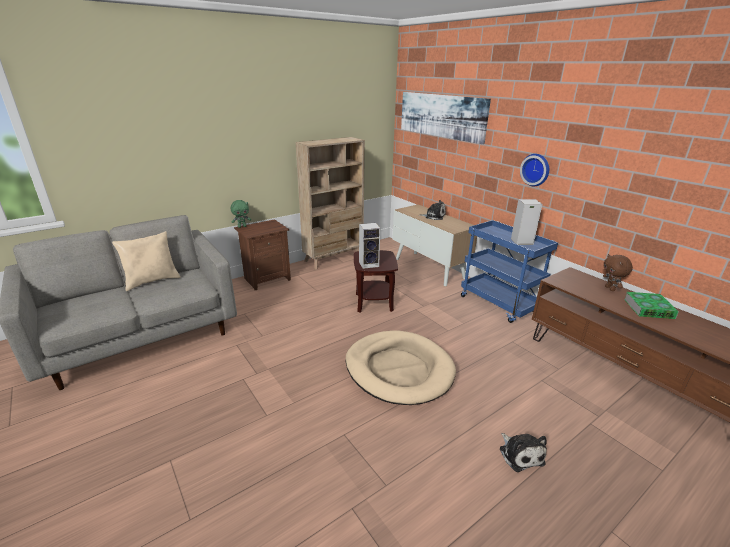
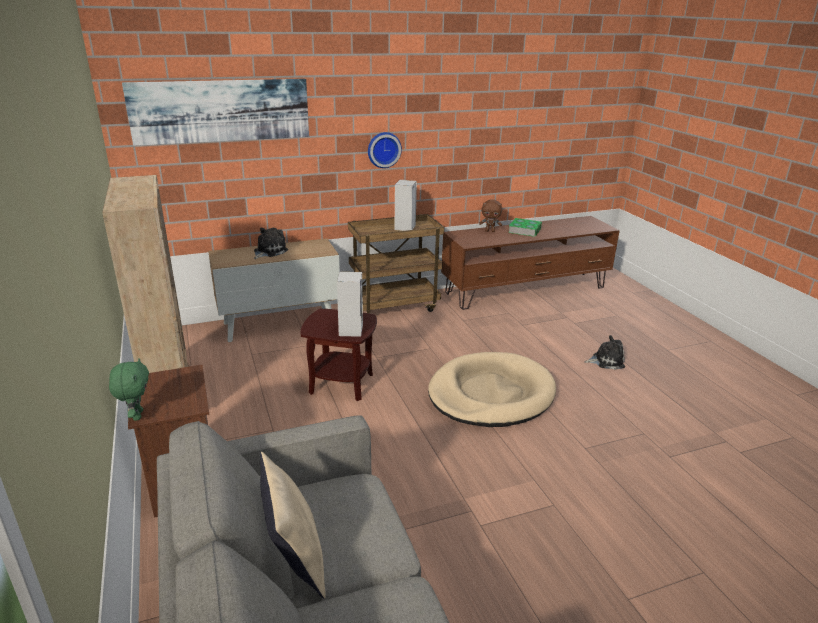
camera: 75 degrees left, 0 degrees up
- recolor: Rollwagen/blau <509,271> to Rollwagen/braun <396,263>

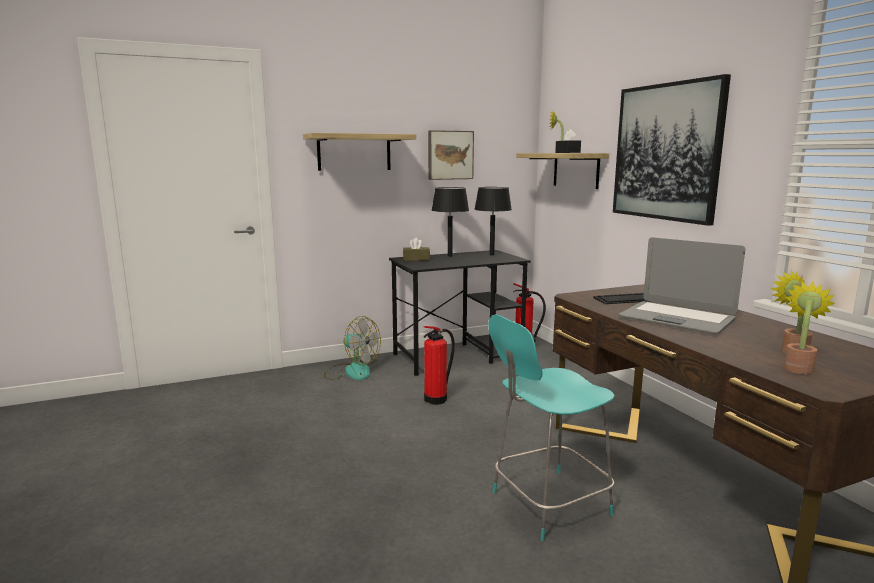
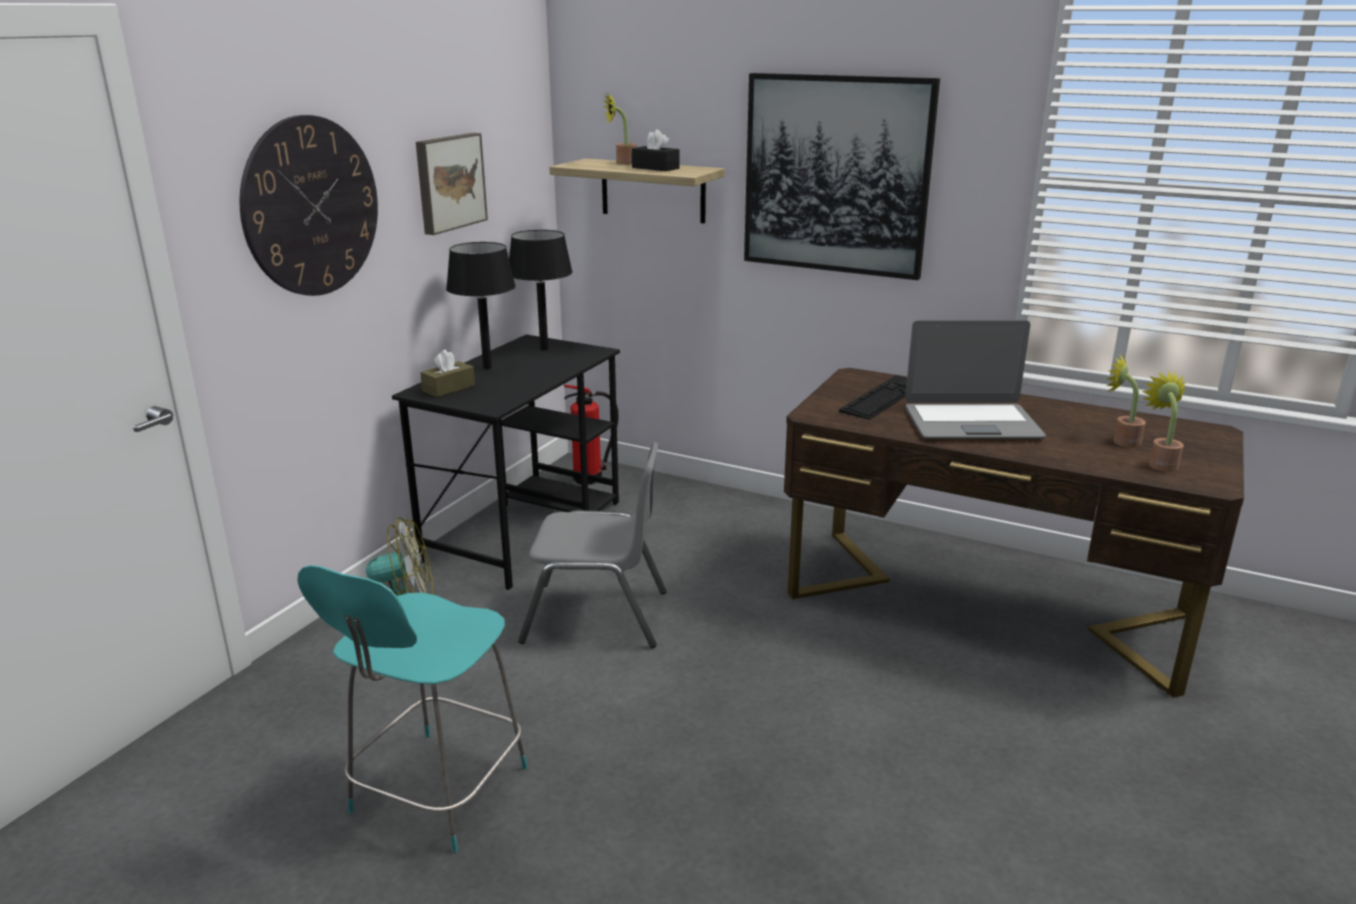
camera: 40 degrees left, 10 degrees up
- replace: Wandregal <359,152> to Wanduhr <309,205>
- move: Stuhl/türkis <551,427> to <412,709>
- replace: Feuerlöscher <439,365> to Stuhl/grau <592,545>

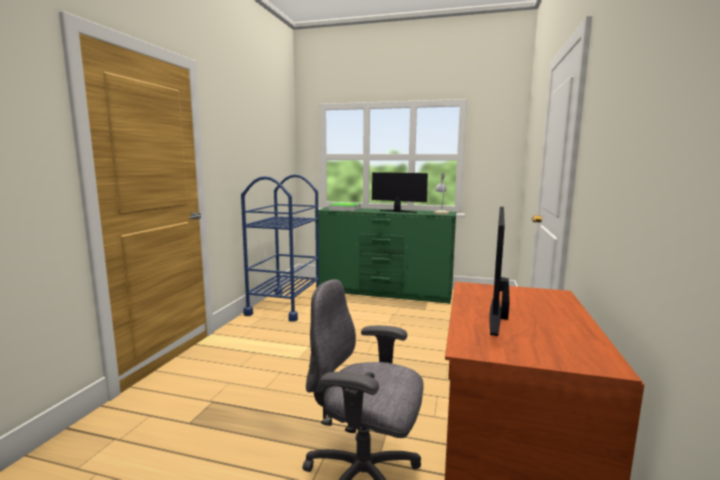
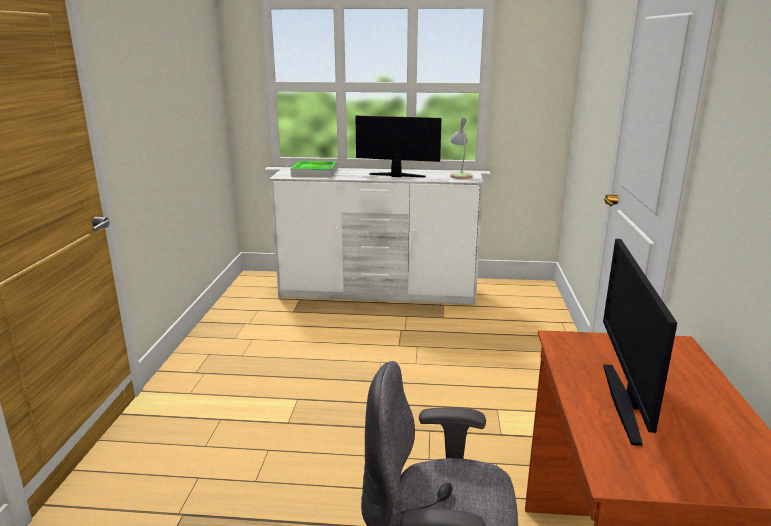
camera: 10 degrees left, 10 degrees up
- delete: Rollwagen/blau <280,247>
- recolor: Kommode/grün <386,255> to Kommode/weiß <376,236>

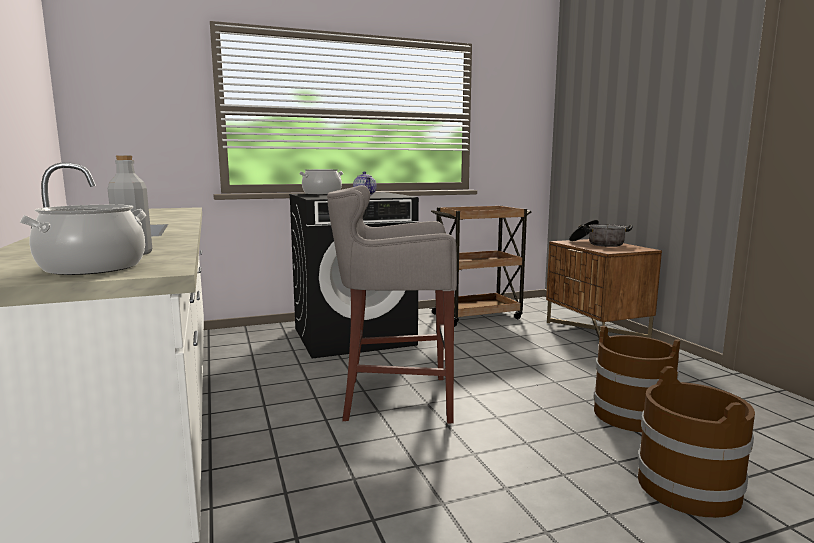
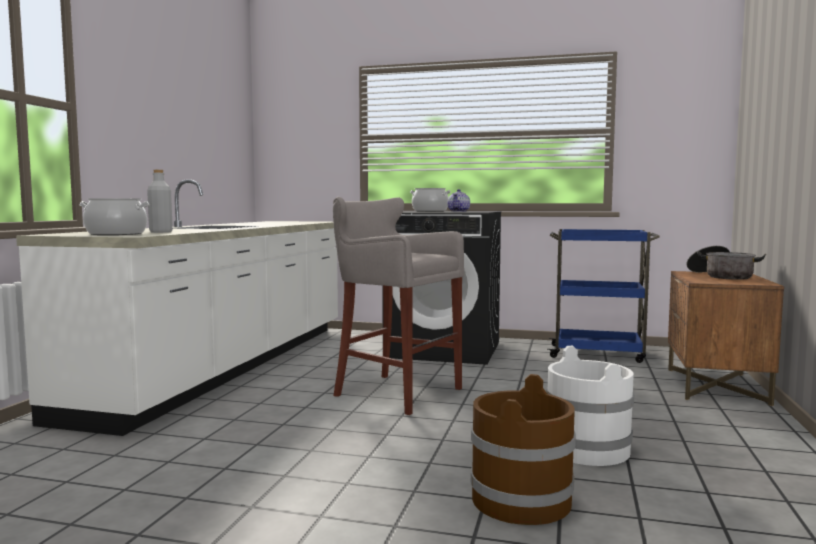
camera: 35 degrees right, 5 degrees down
- recolor: Rollwagen/braun <481,266> to Rollwagen/blau <603,296>
- recolor: Eimer/braun <636,379> to Eimer/weiß <590,406>

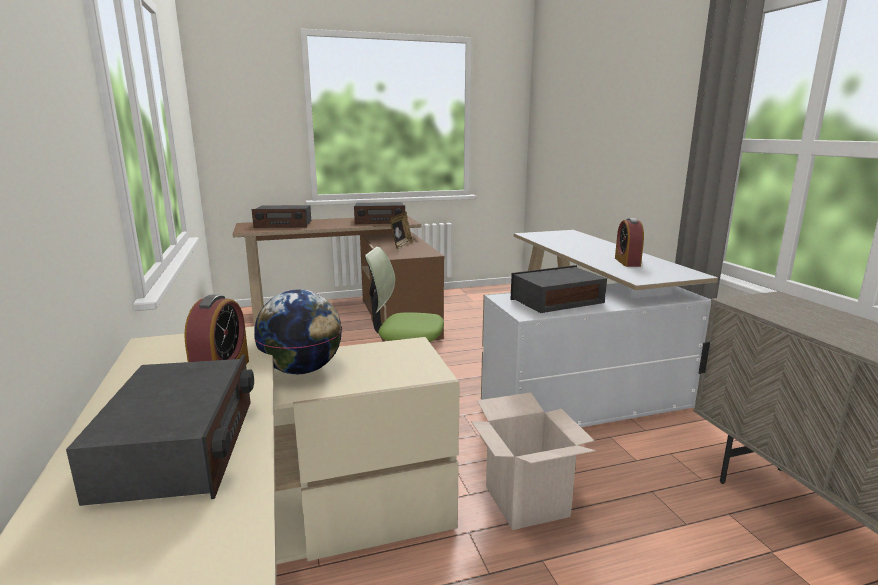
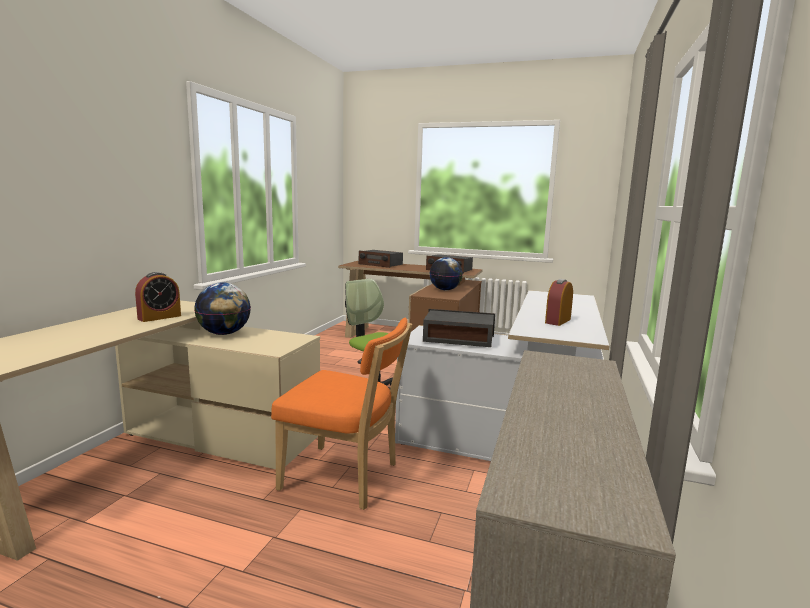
camera: 35 degrees right, 5 degrees down
- replace: Bilderrahmen <402,231> to Globus <446,273>
- delete: Radio <160,430>
- replace: Karton <533,461> to Stuhl/orange <341,414>

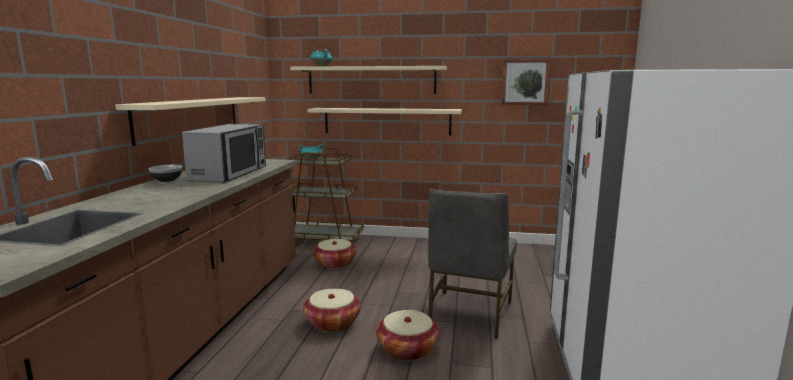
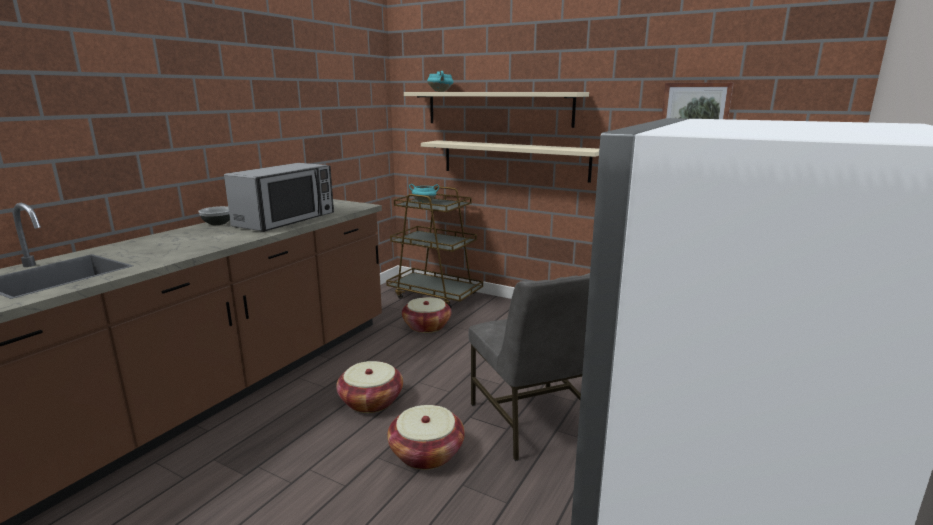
camera: 20 degrees right, 5 degrees up
- delete: Wandregal/beige <190,121>
- rotate: Stuhl/grau <472,264> = <529,367> 60 degrees counterclockwise

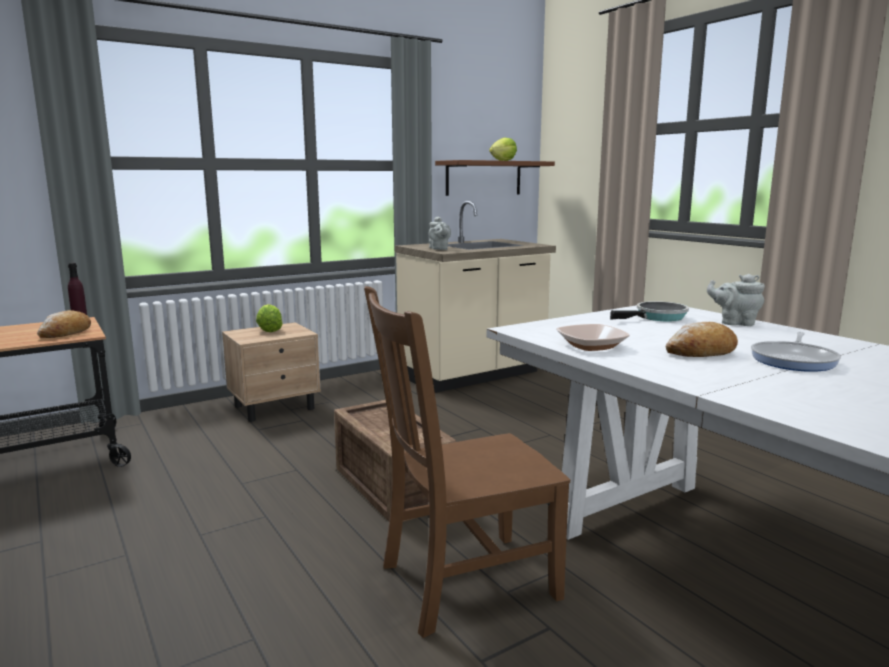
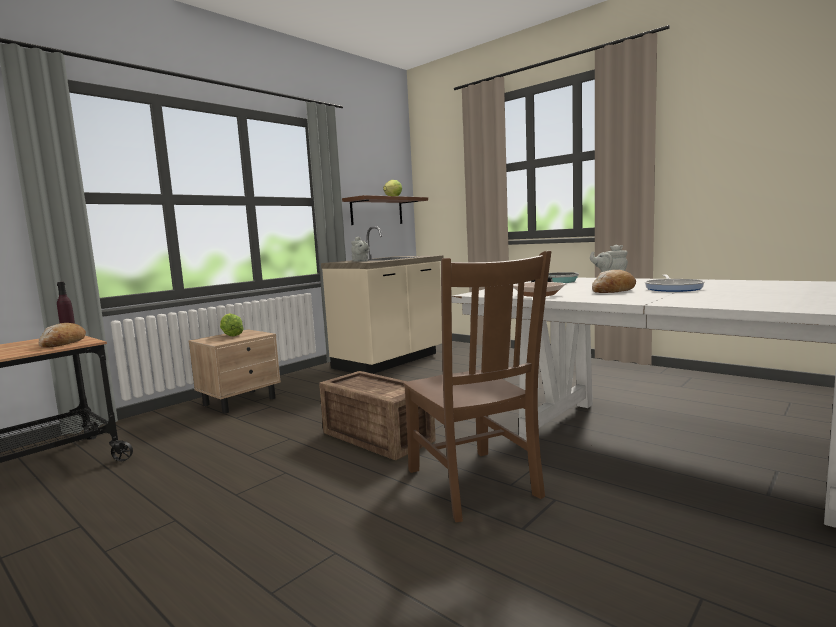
camera: 15 degrees left, 5 degrees down
- rotate: Stuhl/braun <467,462> = <477,386> 75 degrees counterclockwise

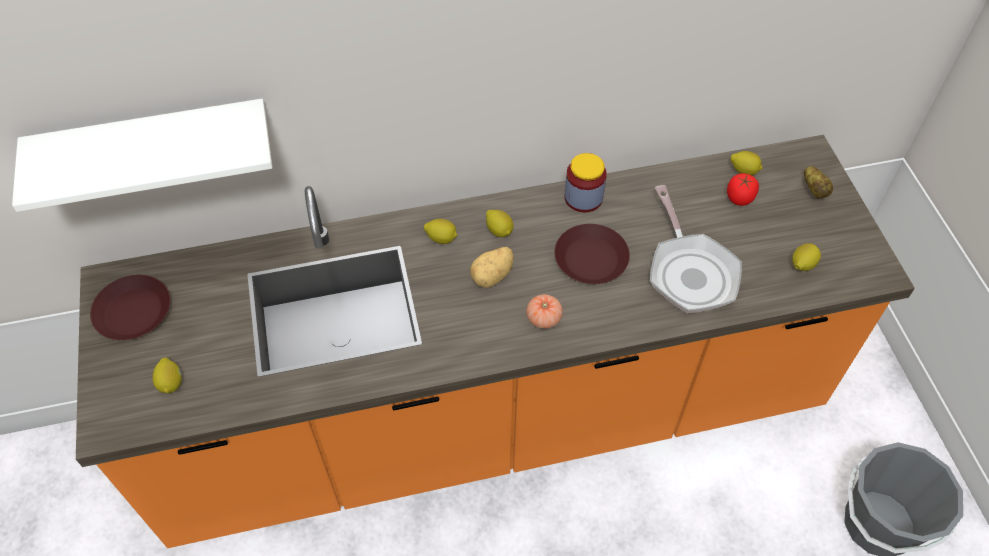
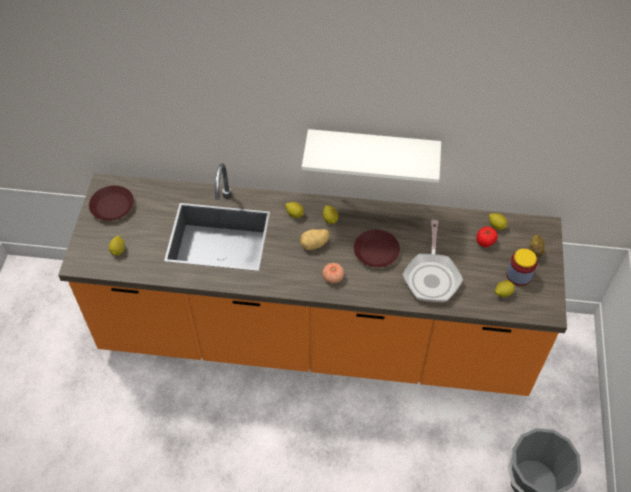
camera: 20 degrees right, 0 degrees up
- move: Wandregal/weiß <142,155> to <371,156>
- move: Vorratsglas <586,182> to <521,267>

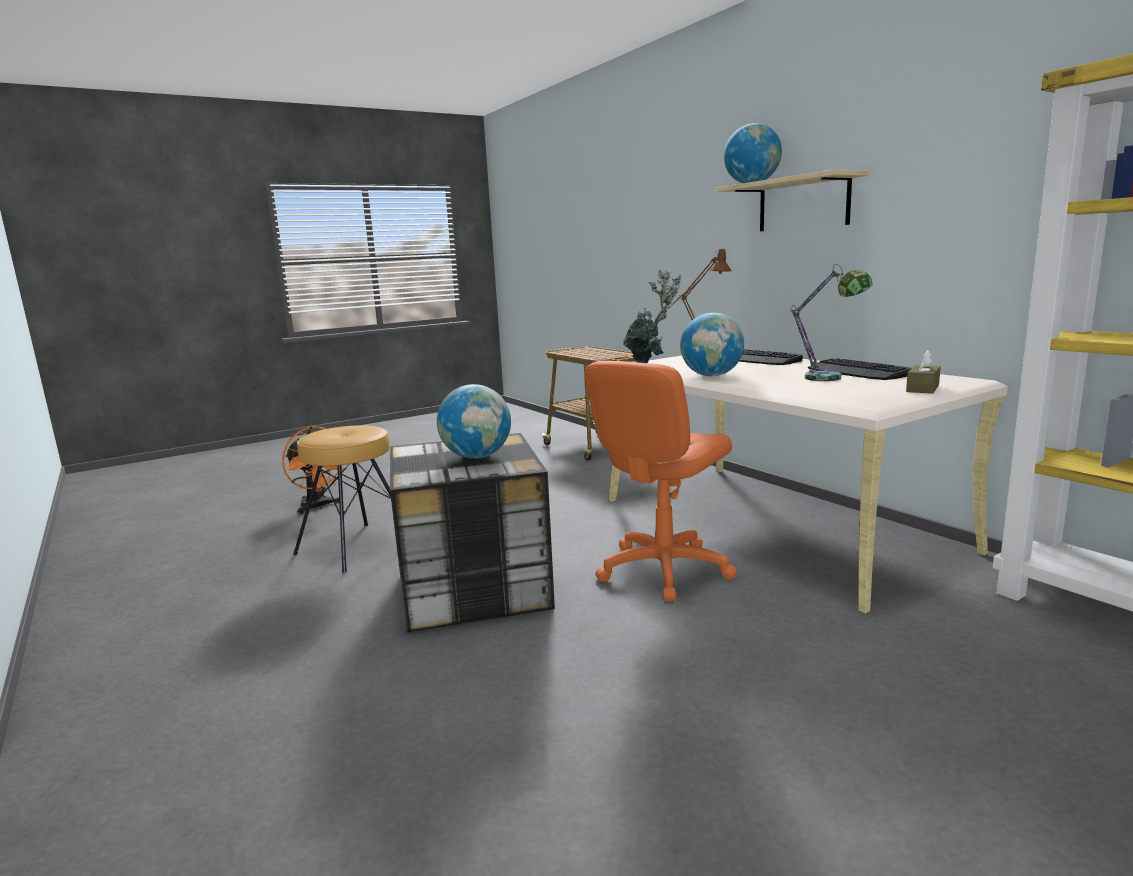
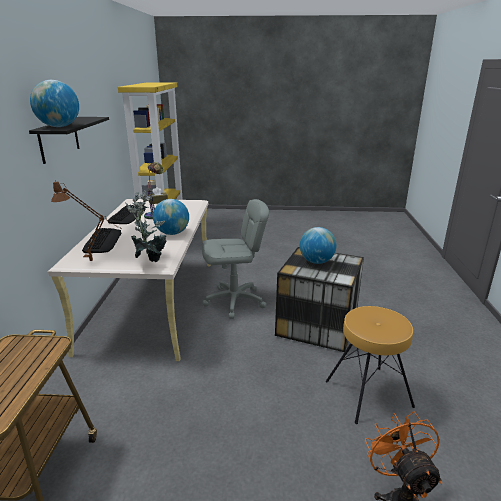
camera: 145 degrees left, 10 degrees up
- recolor: Wandregal/beige <793,200> to Wandregal/schwarz <69,140>
- recolor: Bürostuhl/orange <660,481> to Bürostuhl/grau <235,259>

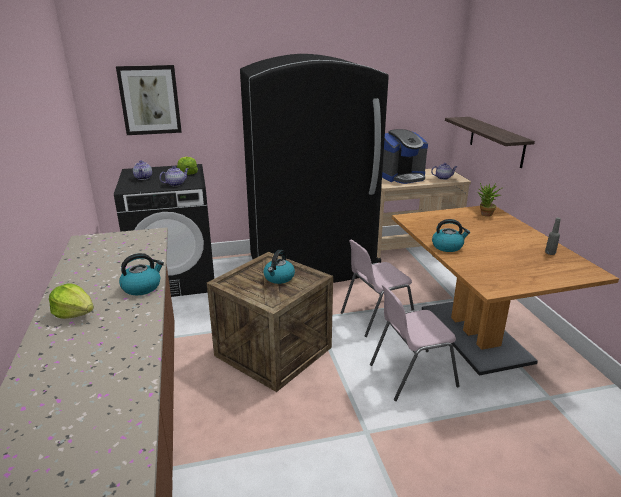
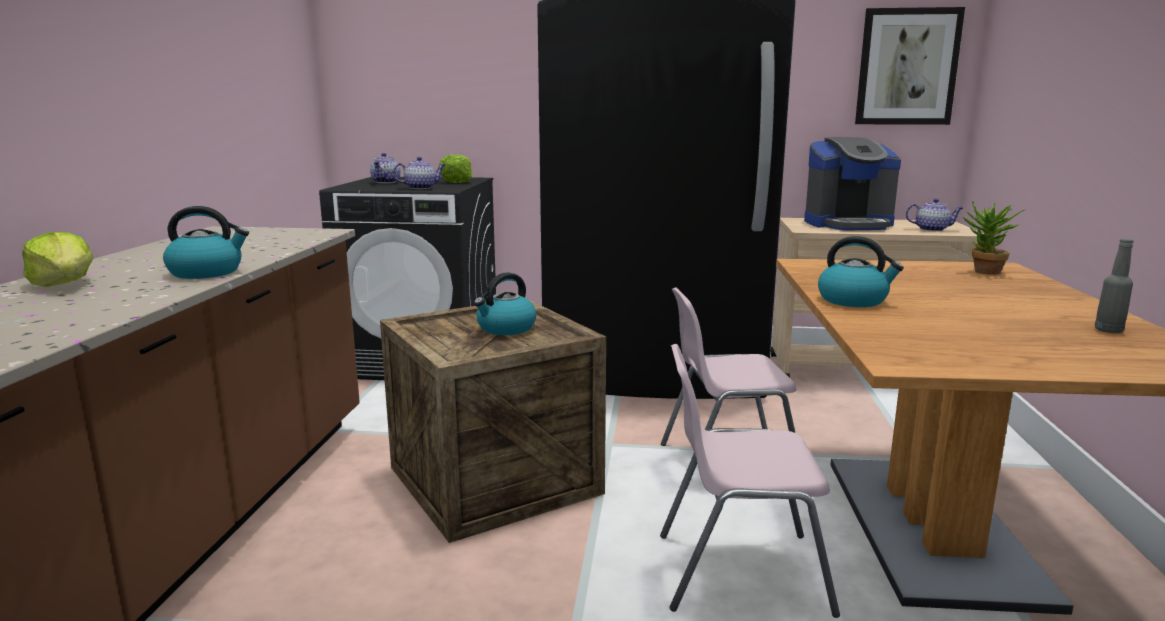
camera: 20 degrees right, 10 degrees down
- move: Bild <149,100> to <910,66>
- delete: Wandregal <490,142>

